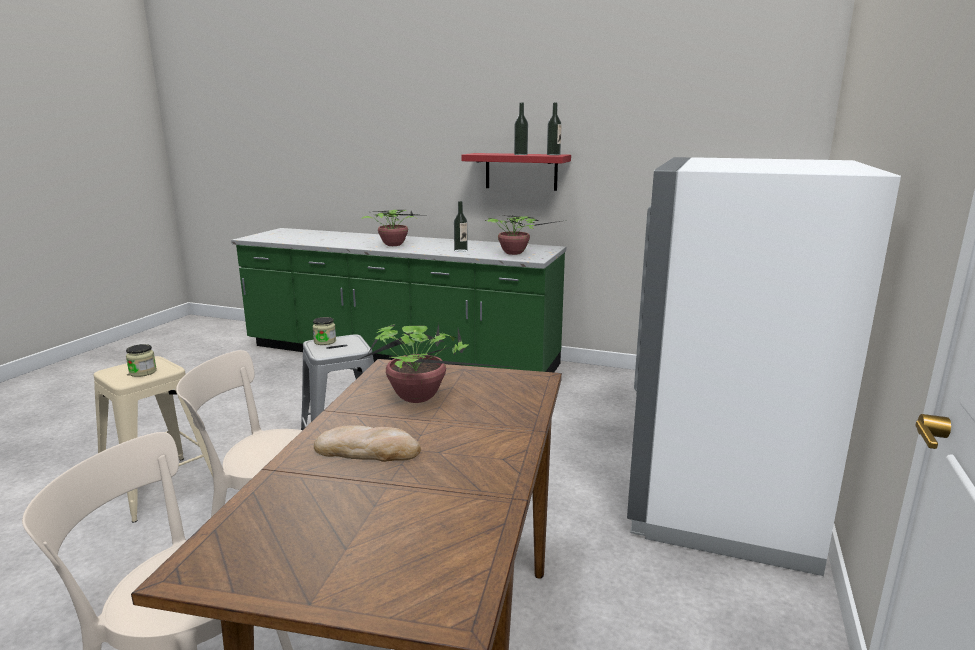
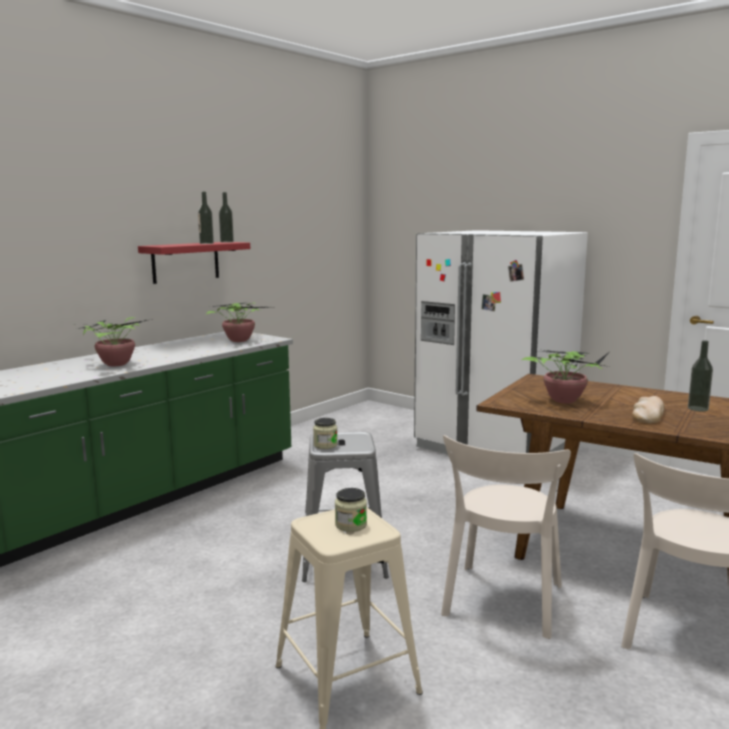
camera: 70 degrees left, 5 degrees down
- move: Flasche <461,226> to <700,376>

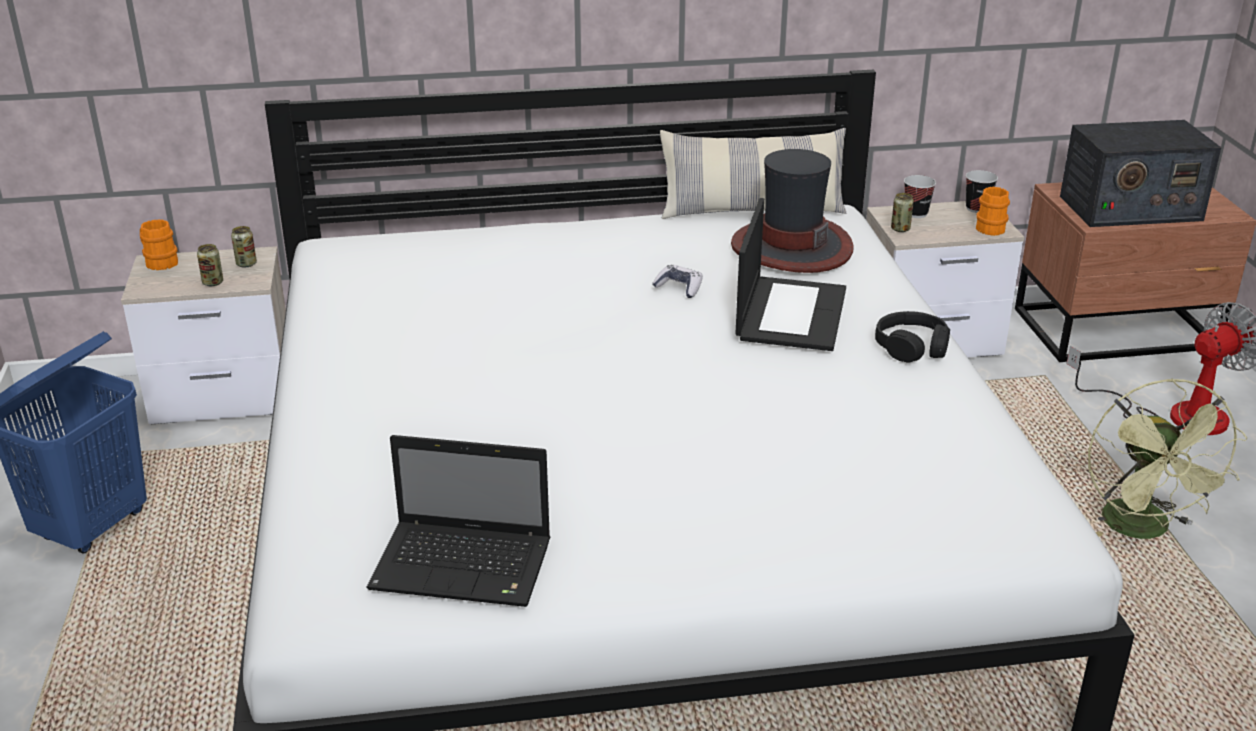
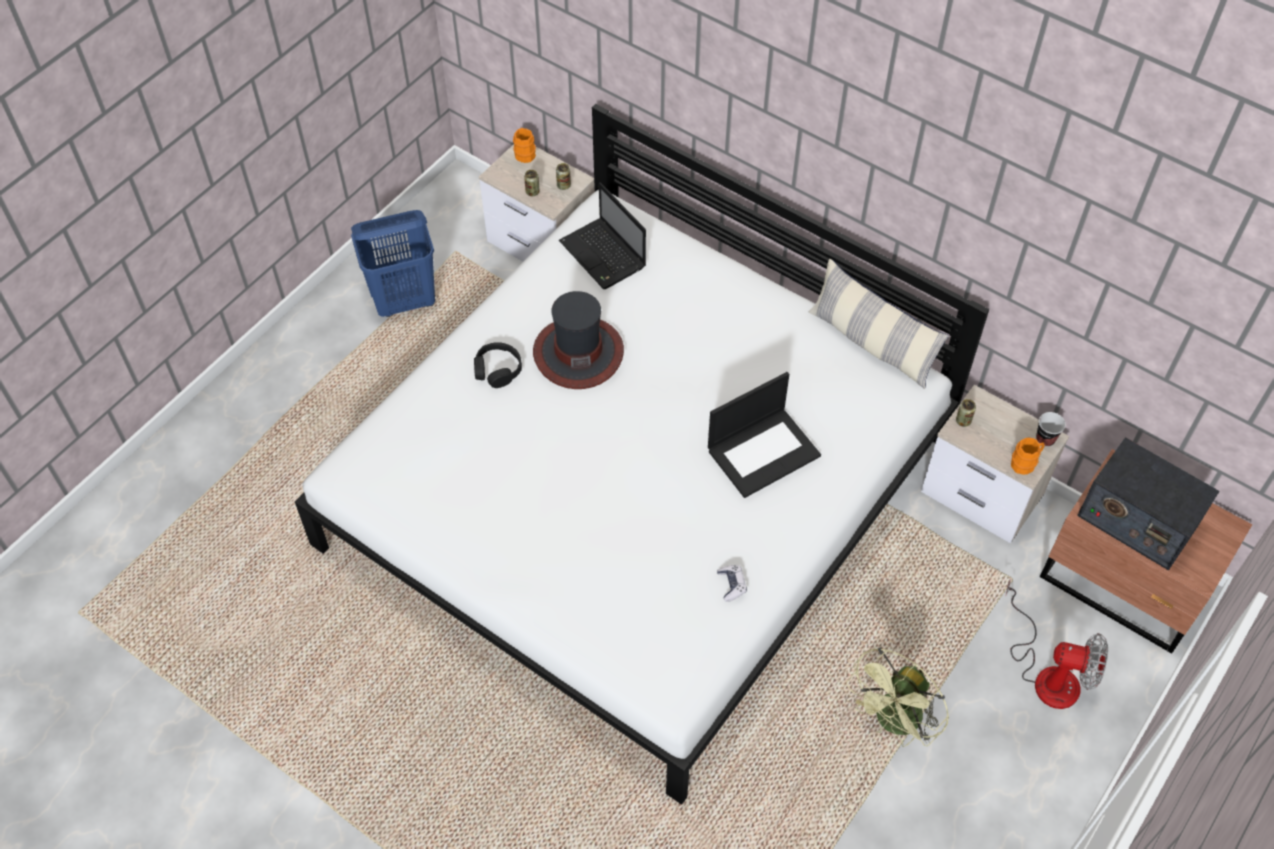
camera: 45 degrees right, 25 degrees up
- move: Hut <792,211> to <578,340>
- delete: Tasse <920,196>
- move: Gamepad <677,281> to <732,583>
- move: Kopfhörer/schwarz <912,336> to <498,365>
- move: Laptop <458,521> to <602,235>

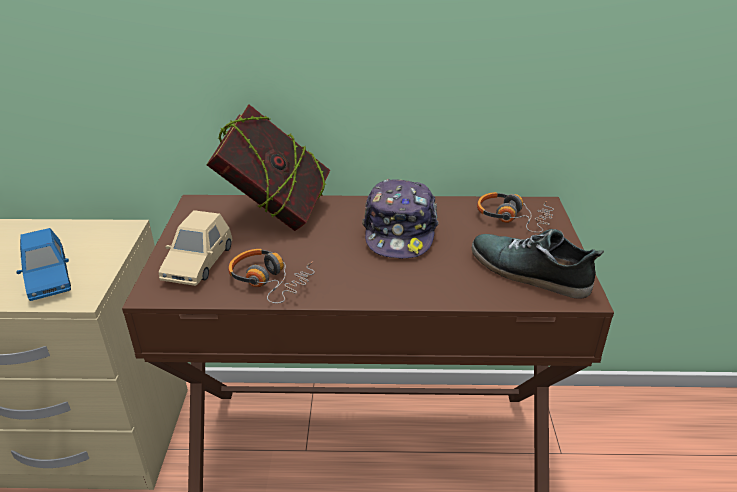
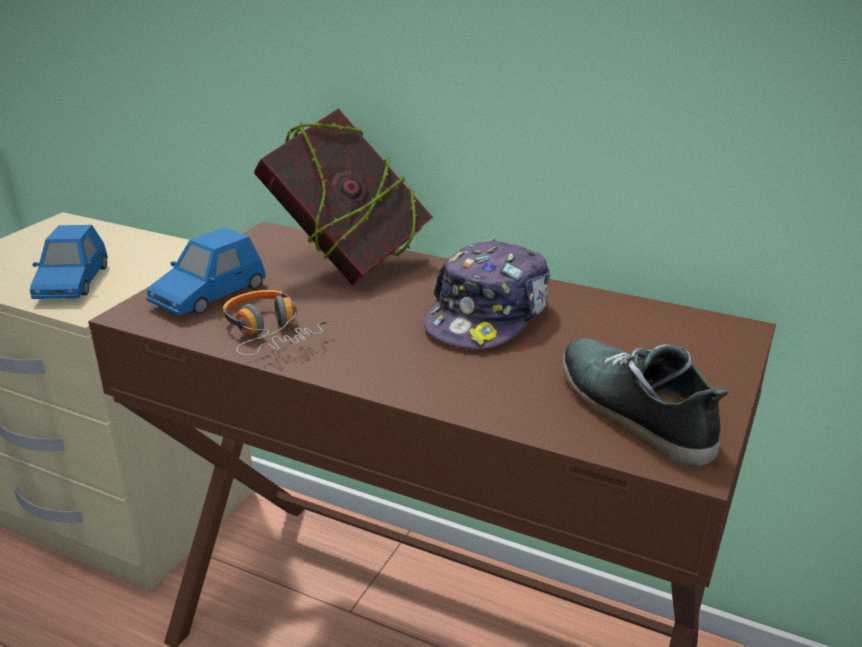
camera: 25 degrees right, 5 degrees down
- delete: Kopfhörer <515,212>
- recolor: Spielzeugauto/beige <195,248> to Spielzeugauto/blau <206,271>

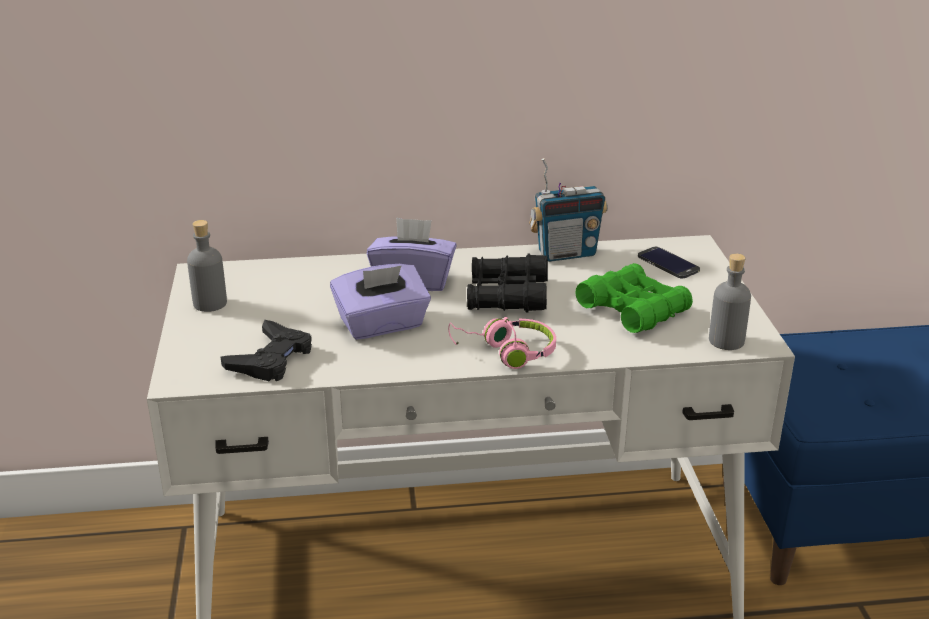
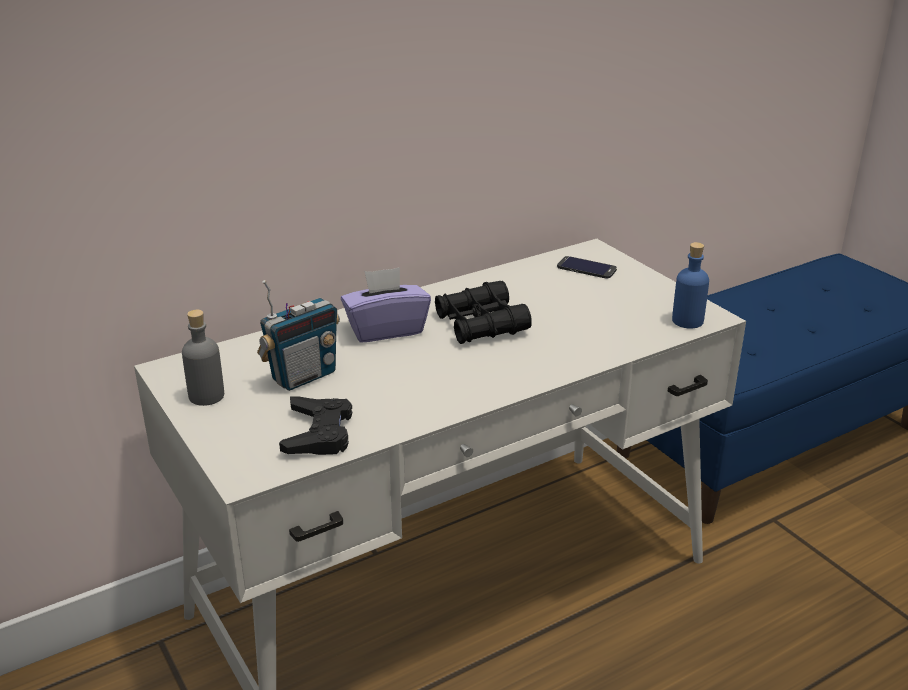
camera: 25 degrees left, 0 degrees up
- move: Radio <568,210> to <298,335>
- recolor: Flasche/grau <730,301> to Flasche/blau <690,285>
- delete: Fernglas/grün <634,298>
- delete: Taschentuchbox/lila <380,302>
- delete: Kopfhörer/rosa <502,343>

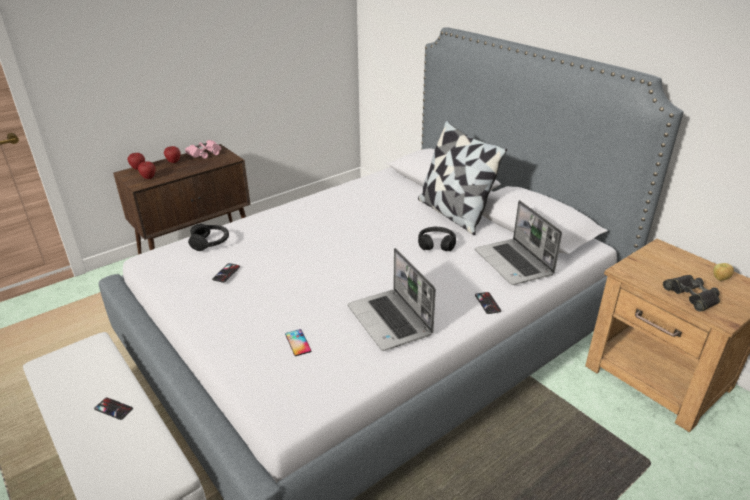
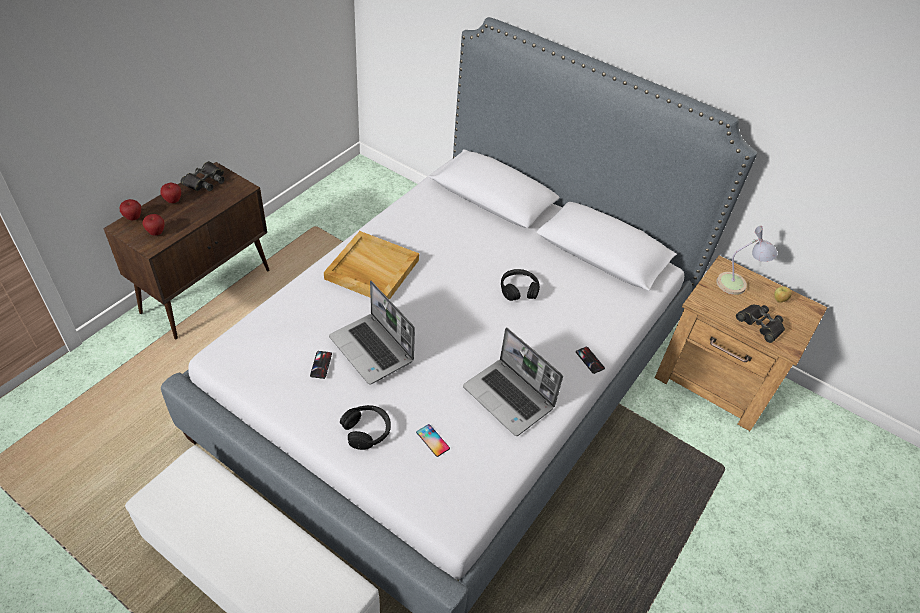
camera: 20 degrees left, 15 degrees up
- delete: Kissen <462,177>
- recolor: Fernglas/rosa <203,149> to Fernglas/schwarz <203,176>
- move: Laptop <518,242> to <372,333>
- move: Kopfhörer/schwarz <208,237> to <365,427>
- delete: Handy <113,409>
- insert: Tischlampe <747,260>
- insert: Tablett/beige <371,265>

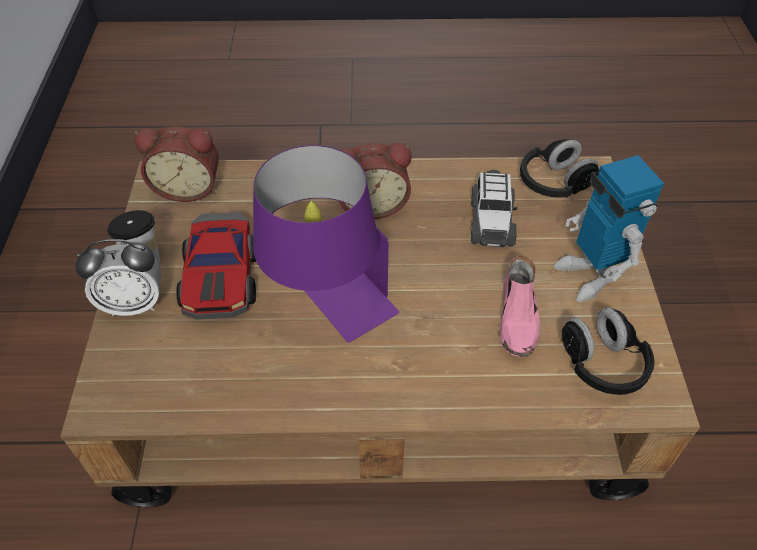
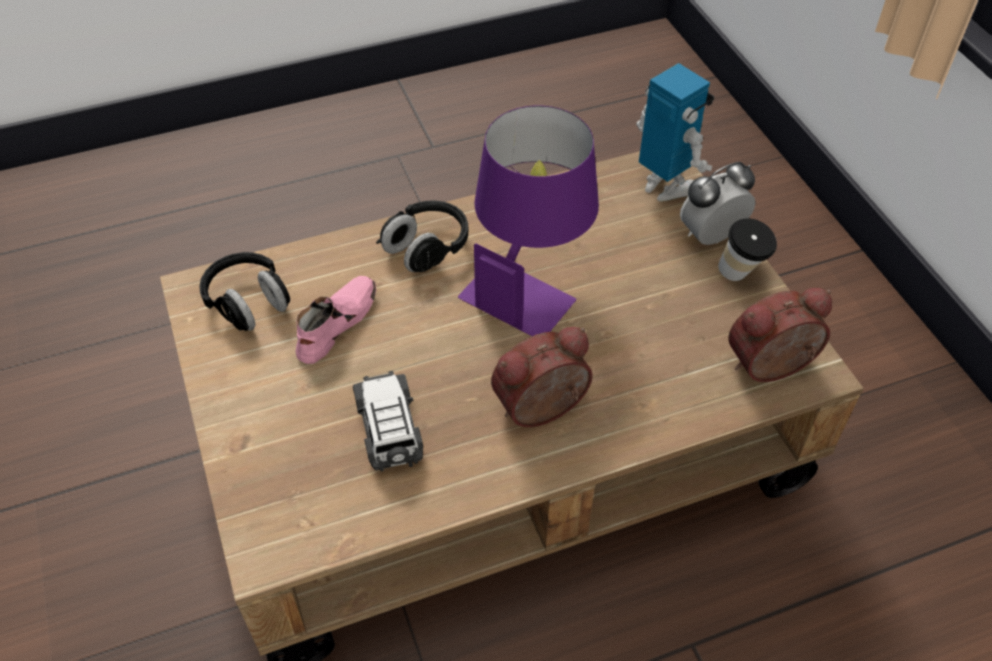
camera: 160 degrees right, 0 degrees up
- move: Kopfhörer/schwarz <559,168> to <422,236>
- move: Spielzeugroboter <608,228> to <675,132>
- delete: Spielzeugauto <216,266>
- rotate: Schuh/rosa <520,306> = <336,320> 45 degrees clockwise

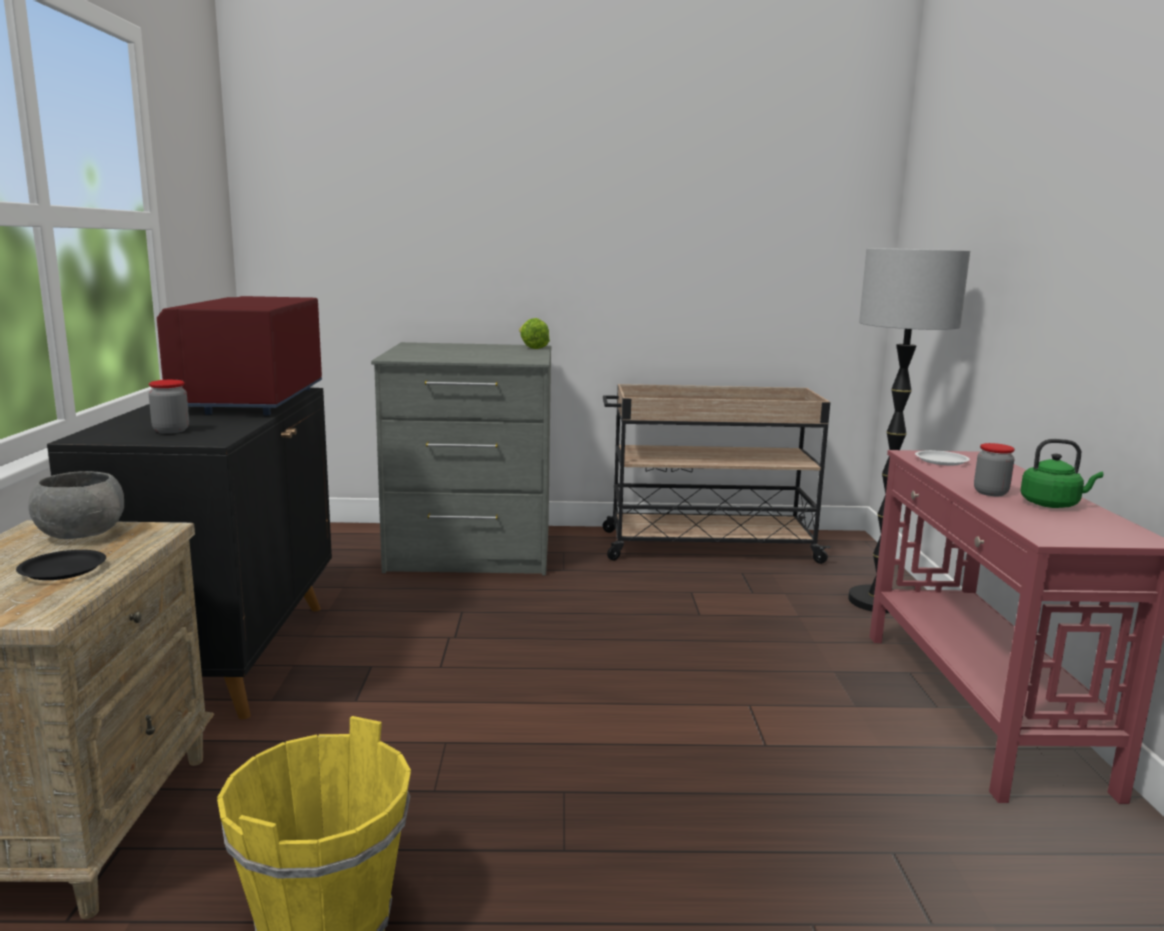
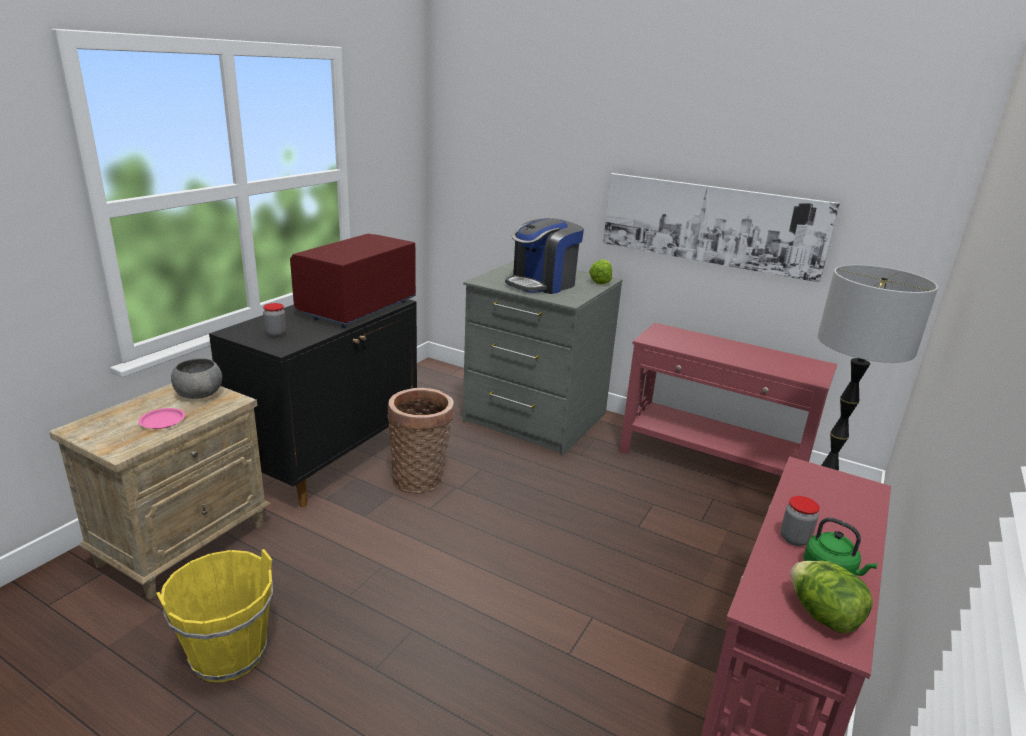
camera: 30 degrees right, 10 degrees up
- replace: Rollwagen/beige <717,474> to Konsolentisch/rot <728,399>
- delete: Teller/weiß <942,458>
- recolor: Teller/schwarz <61,565> to Teller/rosa <161,418>
- insert: Bild <721,228>
- insert: Kaffeemaschine <544,256>
- insert: Korb <420,441>
- insert: Salatkopf <832,597>

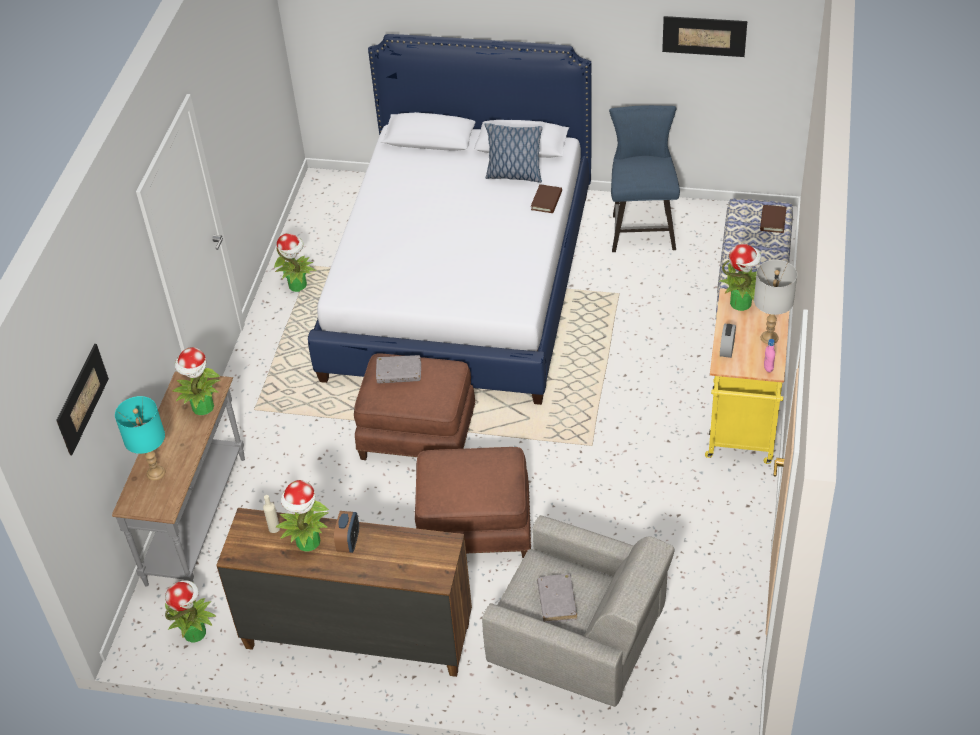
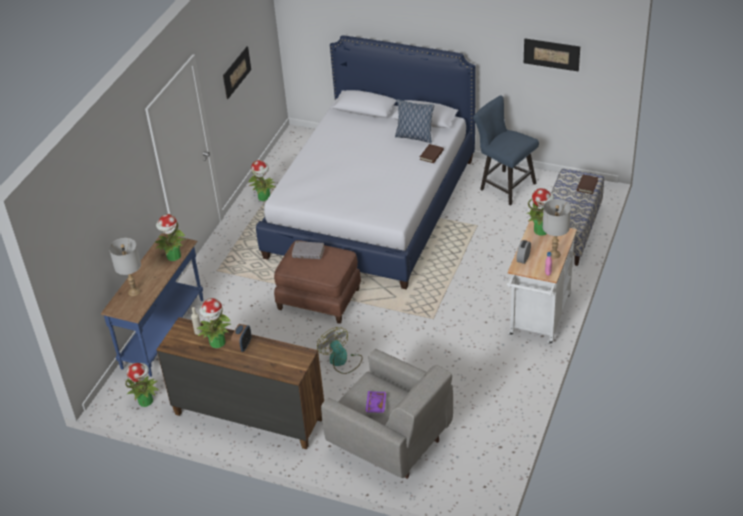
camera: 10 degrees right, 5 degrees down
- rotate: Stuhl/blau <644,178> = <506,150> 60 degrees counterclockwise
- recolor: Rollwagen/gelb <747,376> to Rollwagen/weiß <542,283>
- move: Bild <82,399> to <237,72>
- recolor: Konsolentisch/grau <178,479> to Konsolentisch/blau <152,305>
- recolor: Tischlampe/türkis <140,438> to Tischlampe/grau <125,267>
- replace: Polsterhocker/braun <473,502> to Ventilator <340,350>
- replace: Buch/grau <557,598> to Tablett/lila <375,402>

